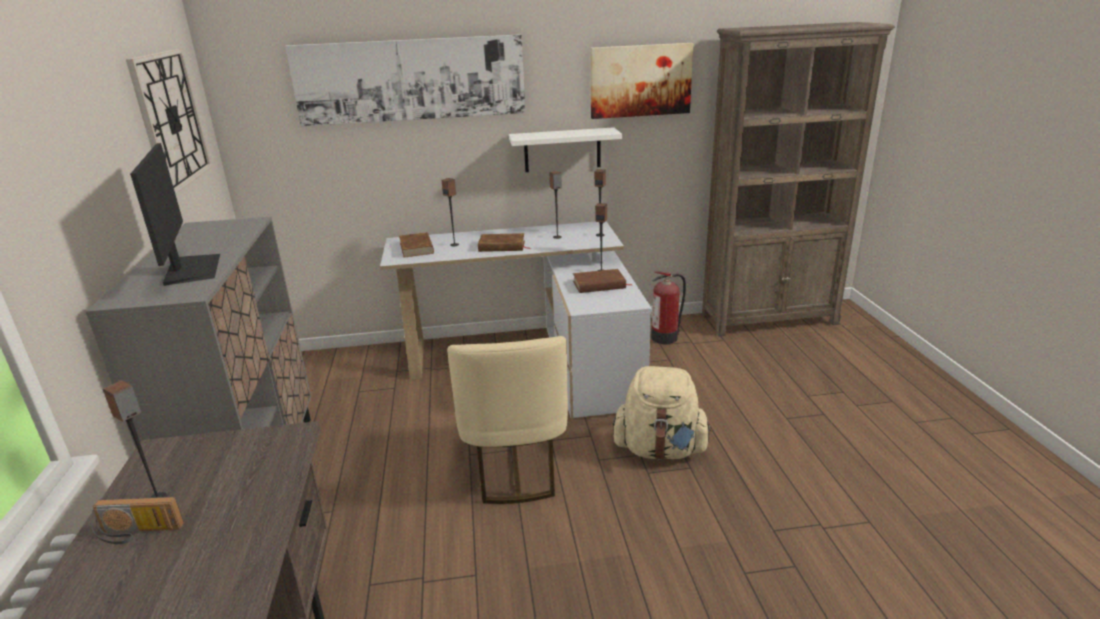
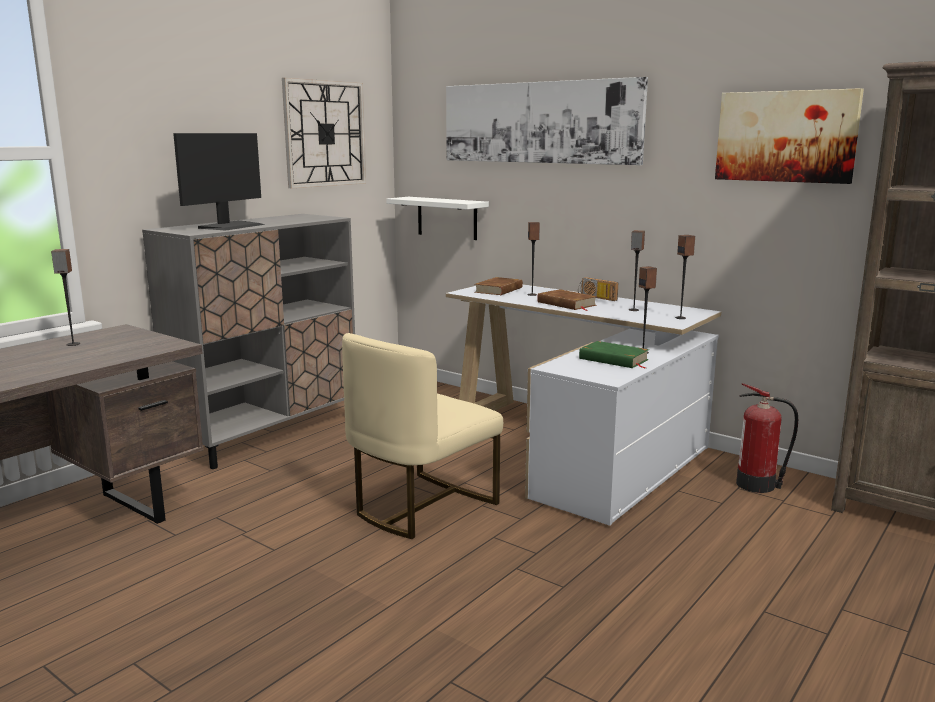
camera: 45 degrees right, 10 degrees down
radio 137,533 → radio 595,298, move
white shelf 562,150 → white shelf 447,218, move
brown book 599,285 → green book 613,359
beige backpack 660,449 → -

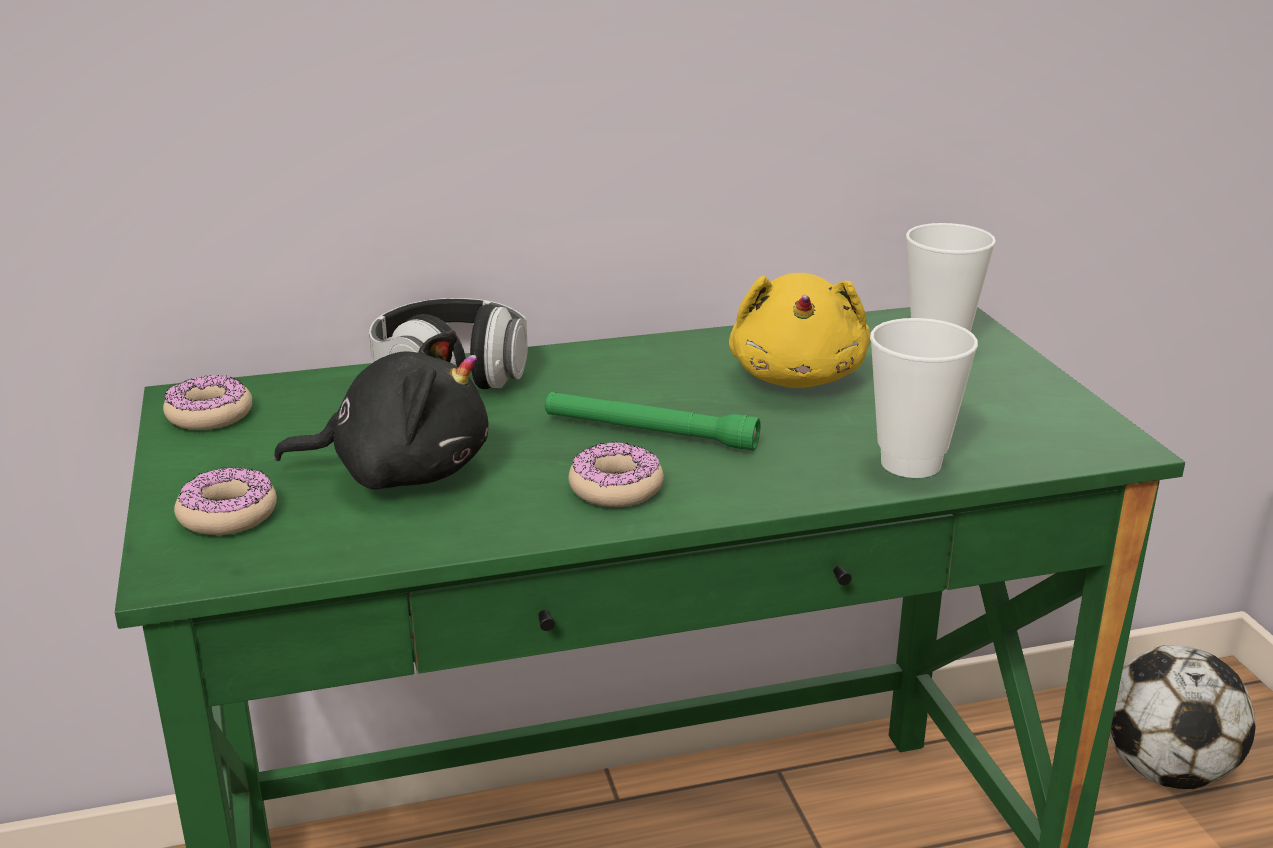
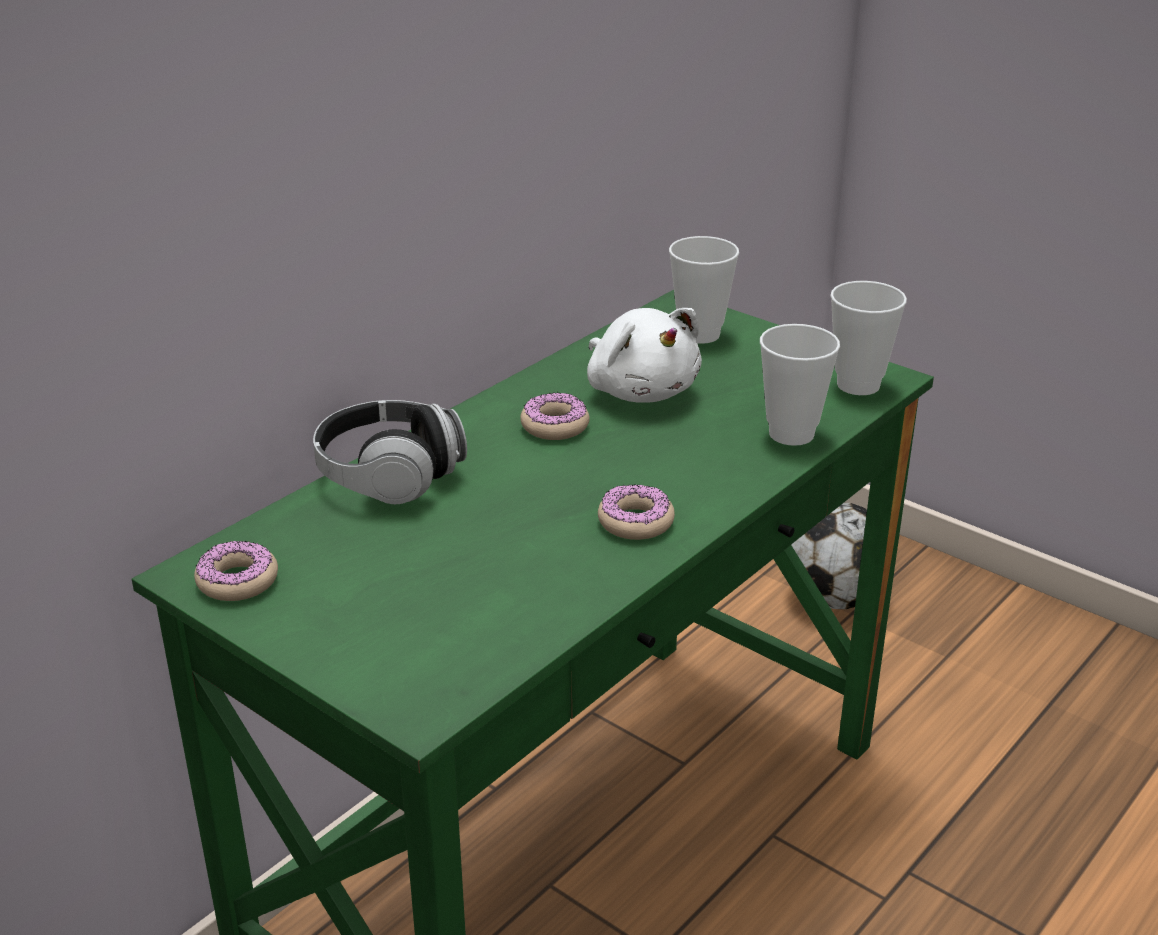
camera: 35 degrees left, 5 degrees up
donut 227,514 → donut 555,426, move
black plush toy 402,472 → -
green flashlight 649,433 → -
yellow plush toy 798,376 → white plush toy 640,390
- → cup 858,385

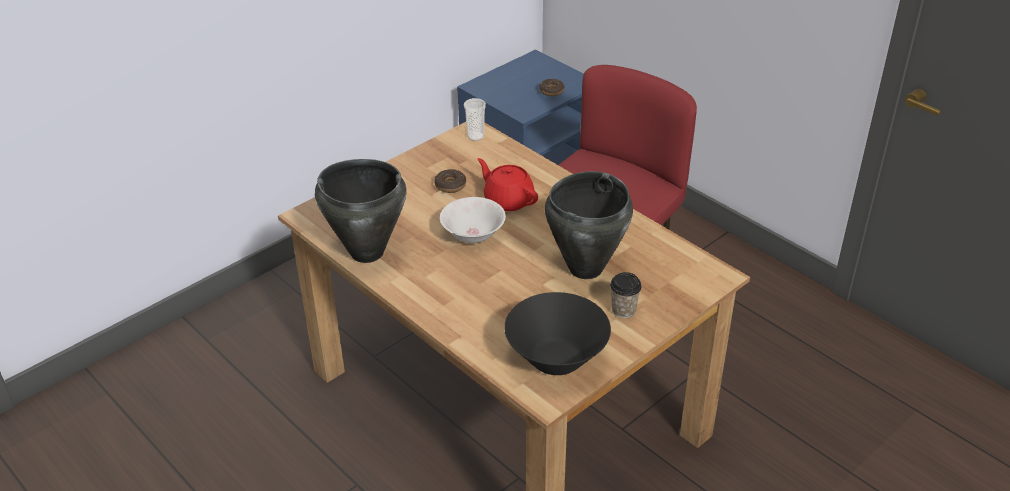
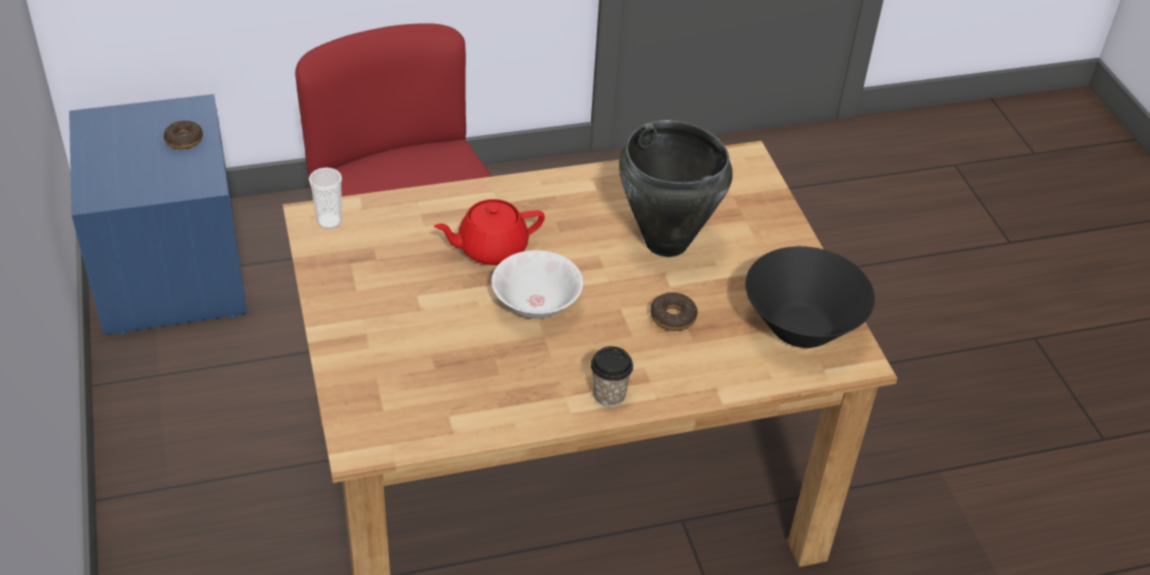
camera: 65 degrees left, 5 degrees up
black cooking pot 366,252 → -
donut 450,185 → donut 673,317, move
cup 623,310 → cup 609,395, move

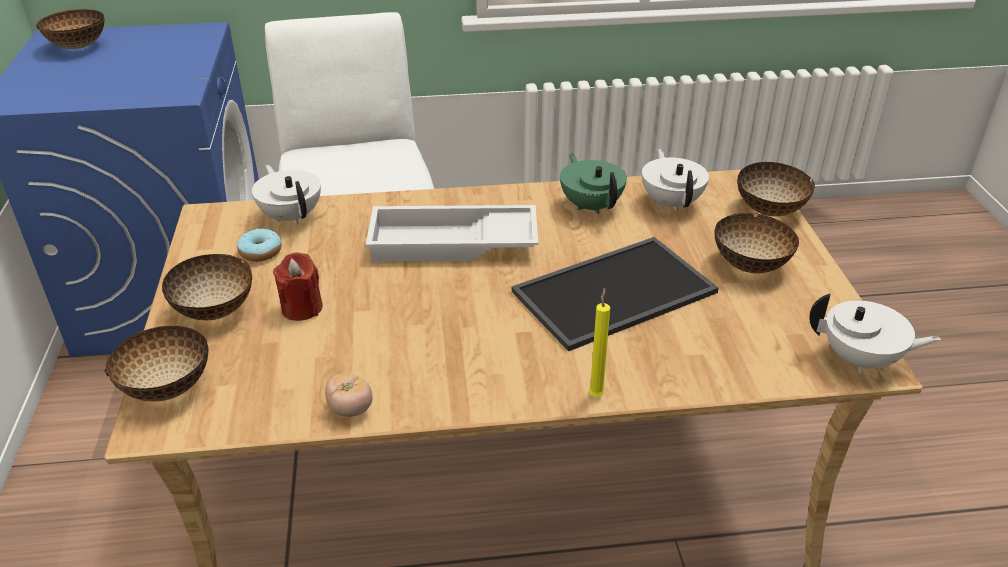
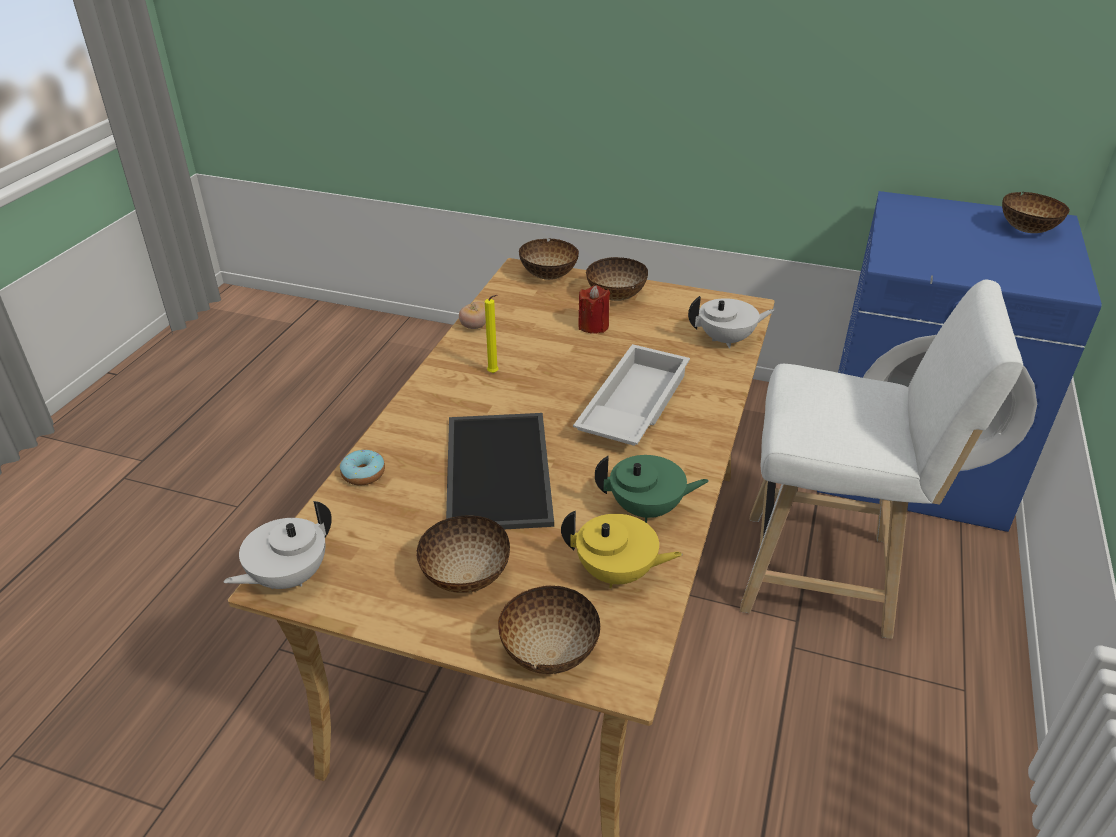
camera: 115 degrees right, 0 degrees up
donut 260,252 → donut 363,474, move
yellow candle 596,394 → yellow candle 494,373, move
white teapot 671,202 → yellow teapot 617,573

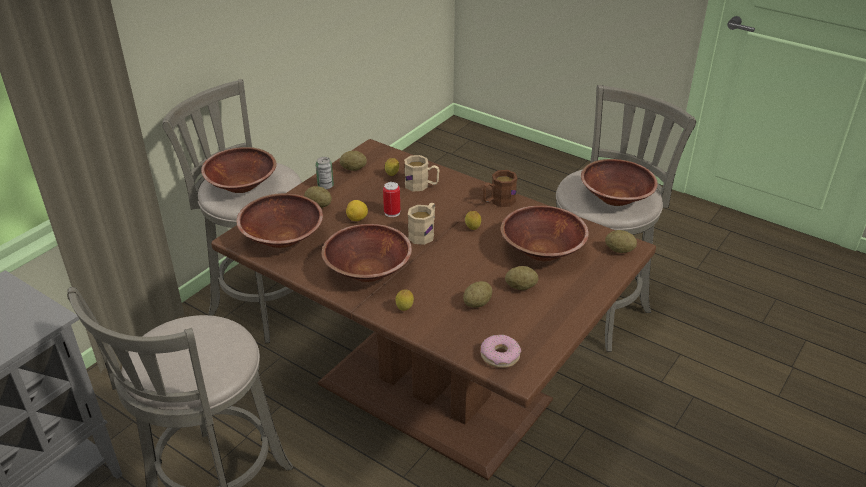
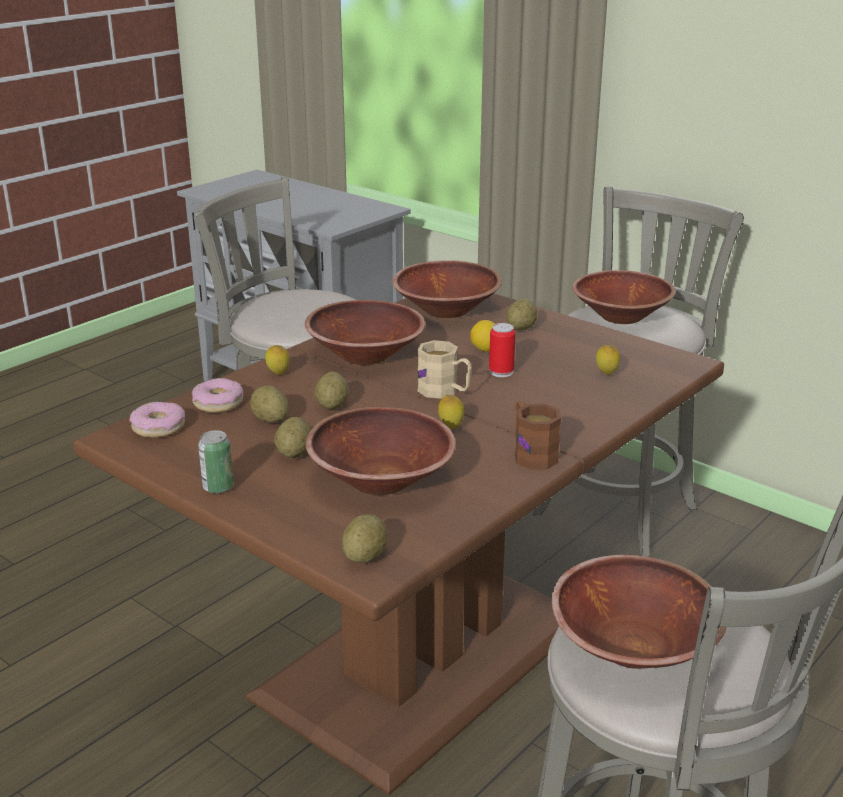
camera: 95 degrees right, 10 degrees down
can 325,186 → can 218,487, move
potato 353,169 → potato 332,405, move
beige mug 421,185 → -
- → donut 218,403

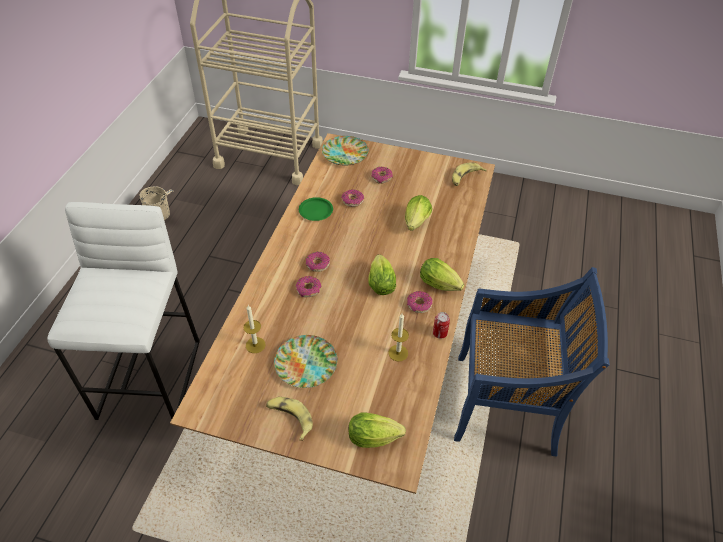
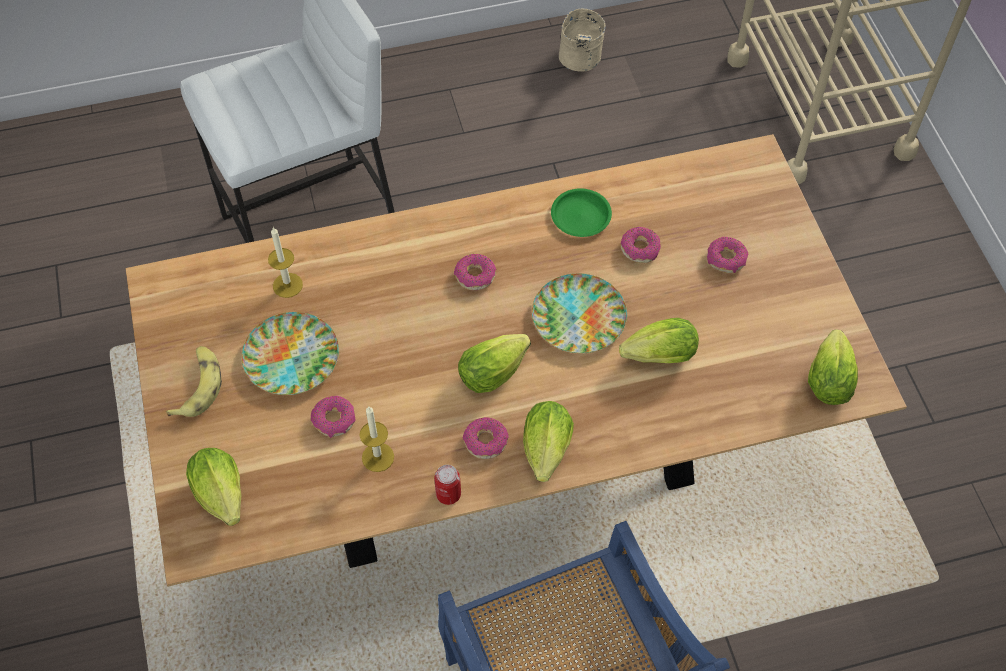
camera: 60 degrees right, 10 degrees up
donut 308,289 → donut 334,420, move
plate 345,154 → plate 578,318, move
banana 465,178 → lettuce 828,377

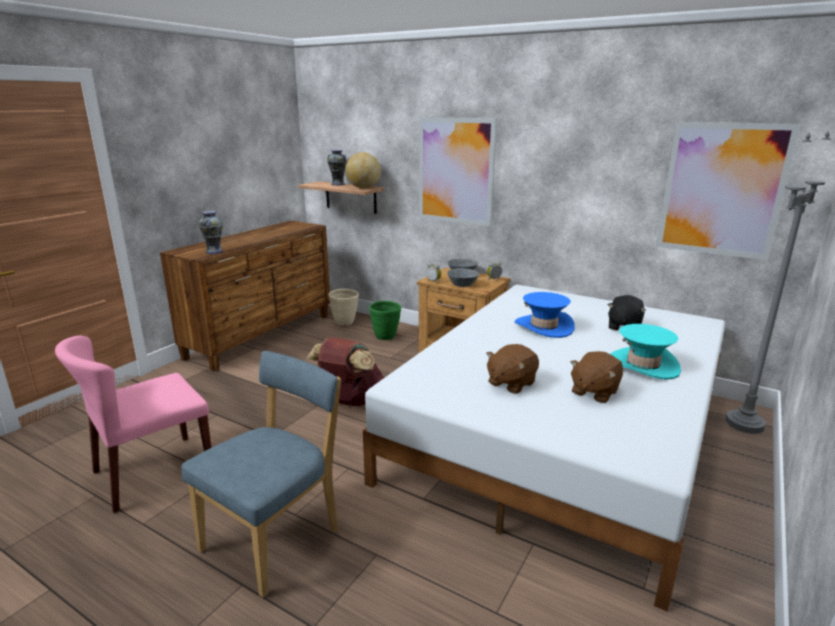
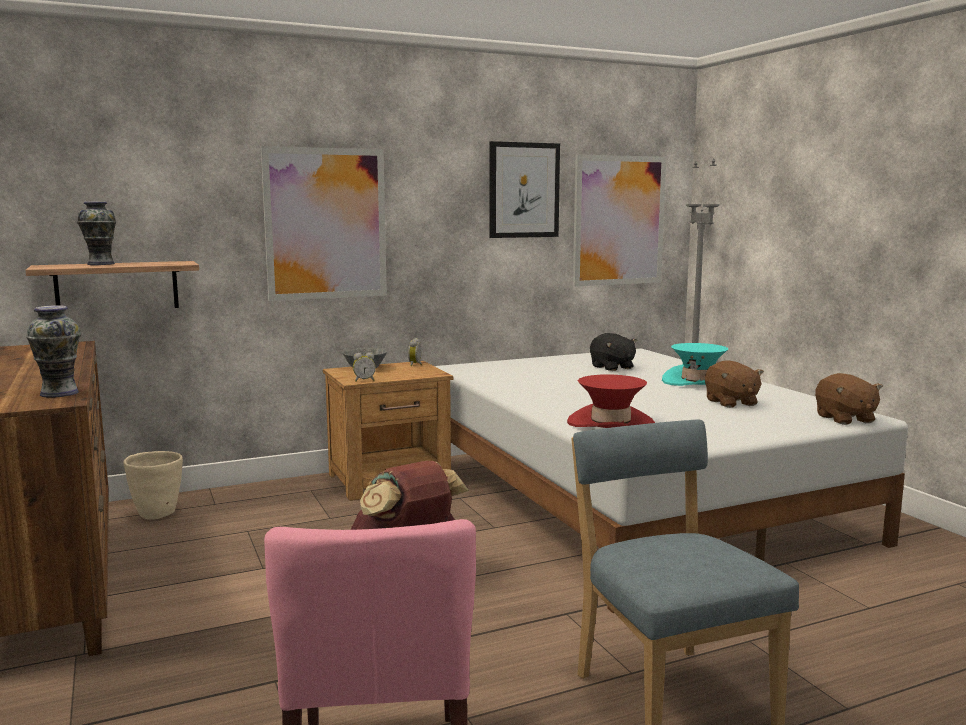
camera: 55 degrees left, 10 degrees down
globe 363,188 → -
green planter 386,337 → -
grey bowl 462,285 → -
brown plush toy 510,383 → brown plush toy 844,419, move
blue hat 543,326 → -
- → picture 523,190
- → red hat 611,423

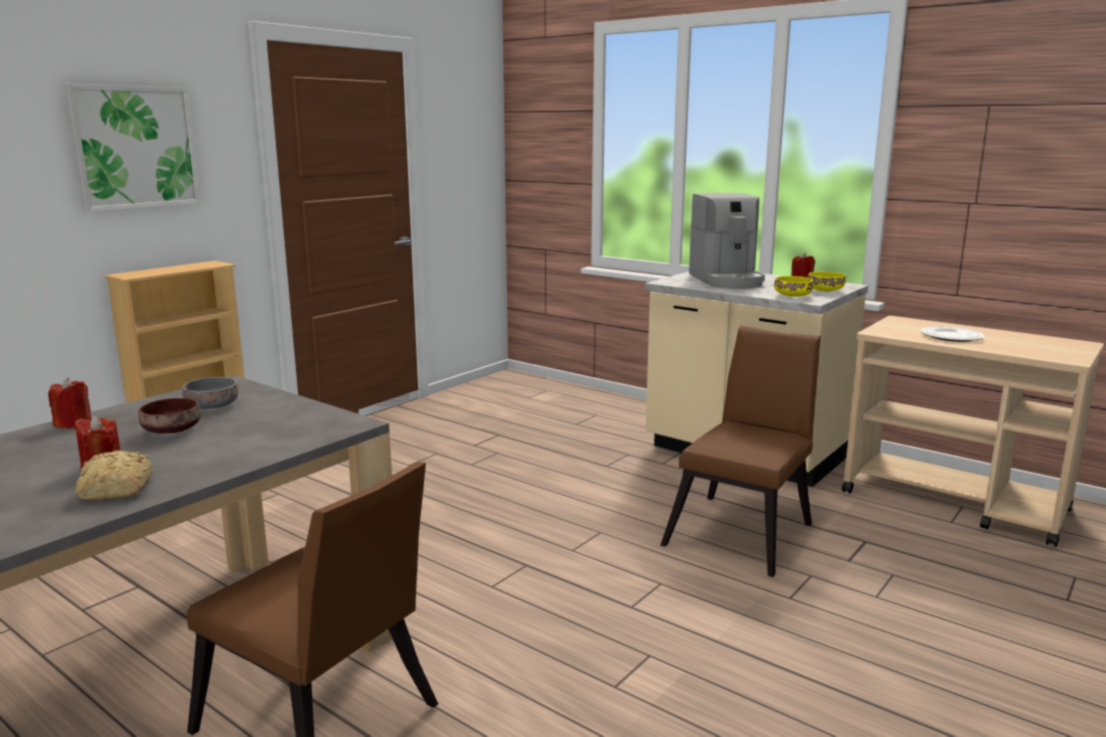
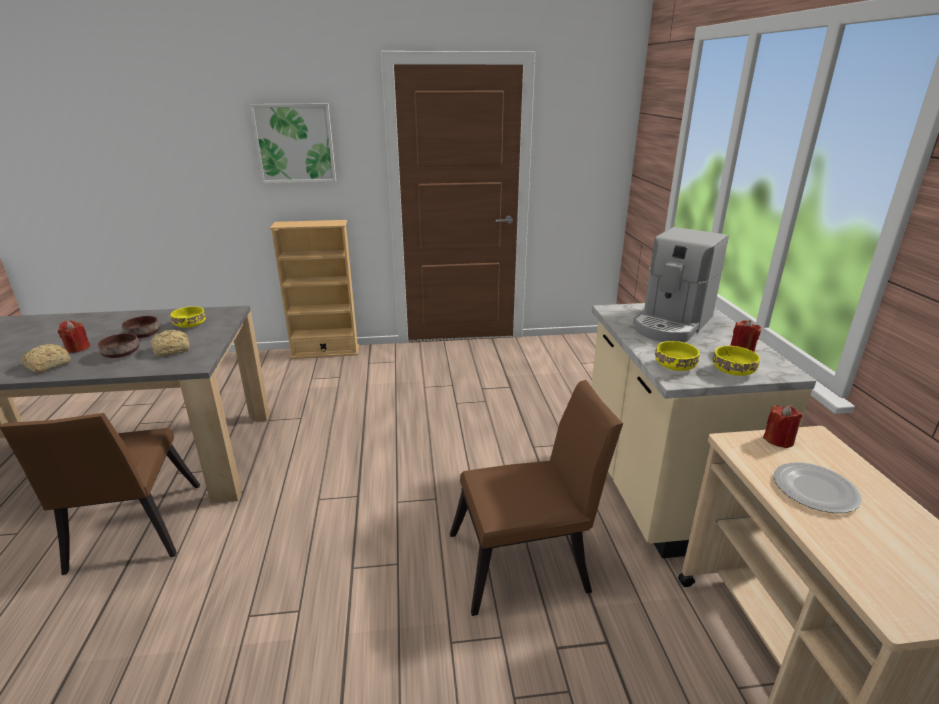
camera: 45 degrees right, 10 degrees up
red candle 73,423 → red candle 778,440, move
grey bowl 214,406 → yellow bowl 191,325
- → brown bowl 121,354
- → bread 173,350

